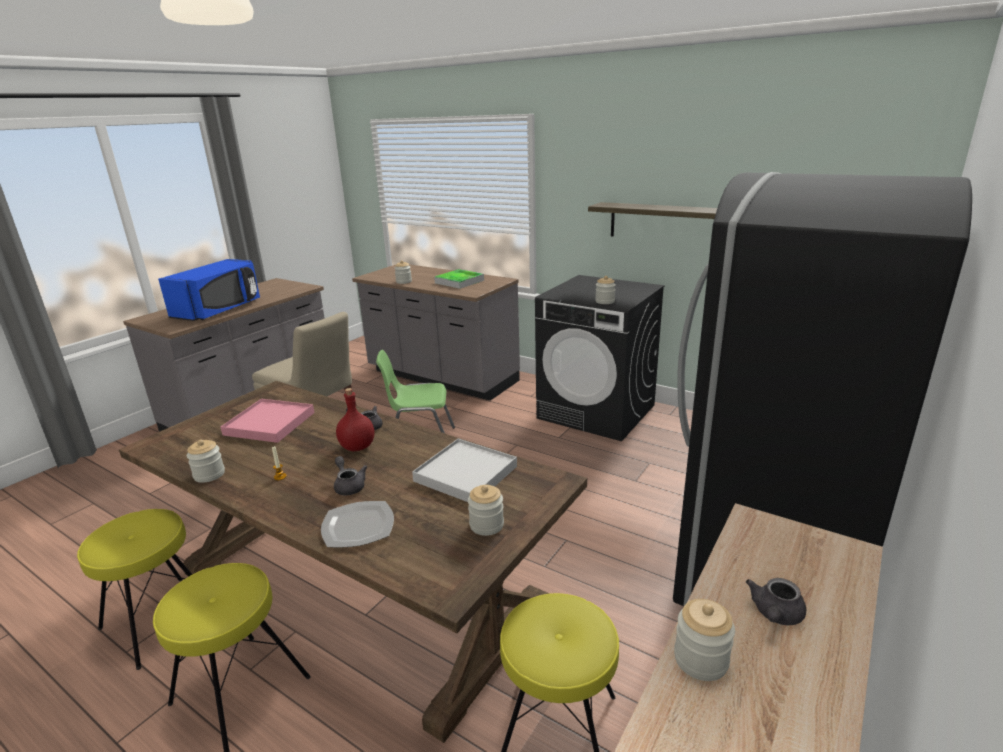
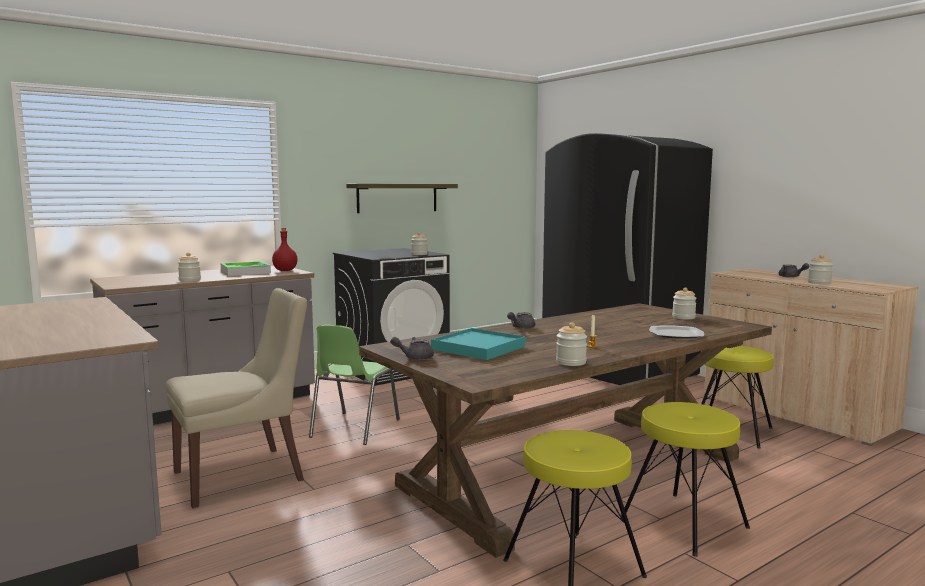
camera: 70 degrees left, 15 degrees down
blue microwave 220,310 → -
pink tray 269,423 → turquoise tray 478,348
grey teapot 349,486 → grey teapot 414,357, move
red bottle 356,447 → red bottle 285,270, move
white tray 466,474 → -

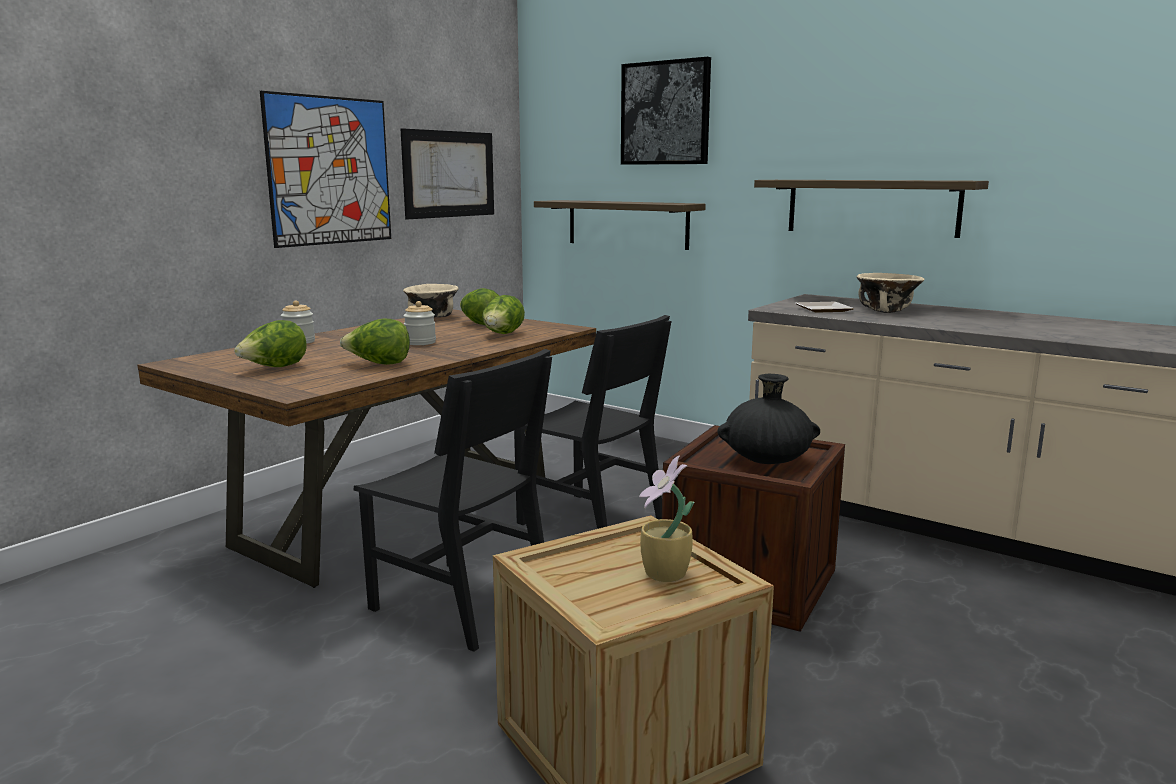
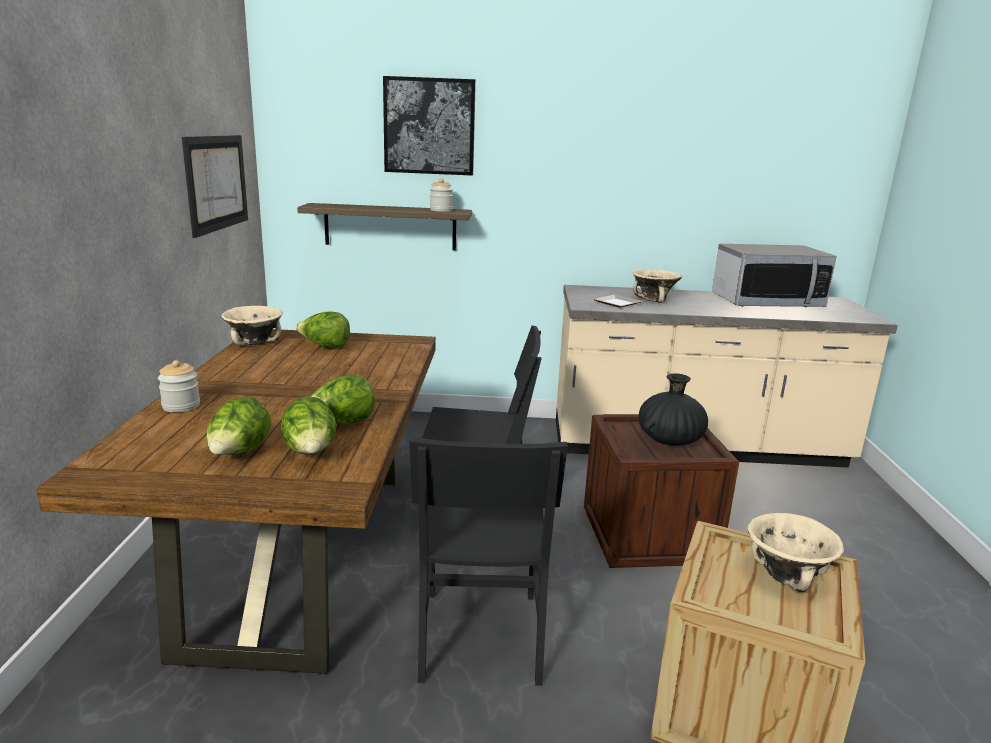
camera: 35 degrees left, 5 degrees up
picture 330,171 → -
black chair 461,603 → black chair 480,634, 90 degrees clockwise
jar 420,342 → jar 441,210, move
lettuce 502,335 → lettuce 311,453, move
potted plant 665,575 → beige bowl 787,575
shelf 871,207 → -
- → microwave 766,302

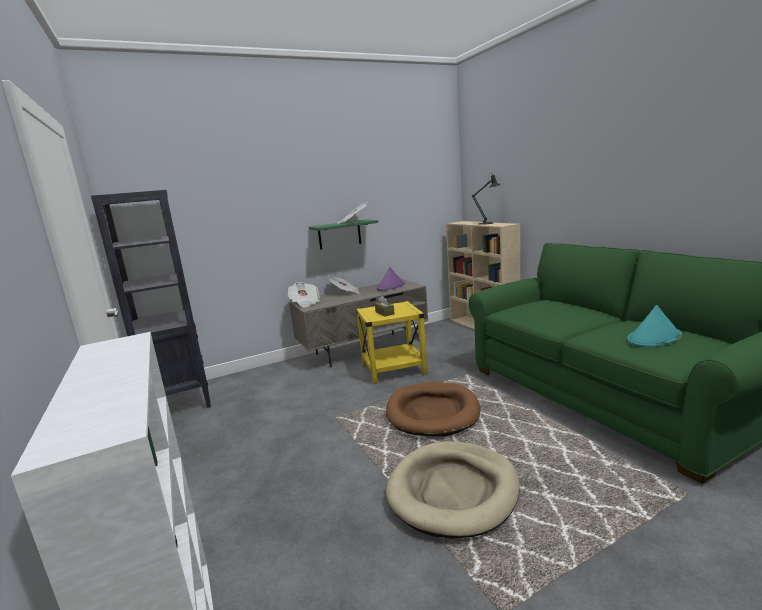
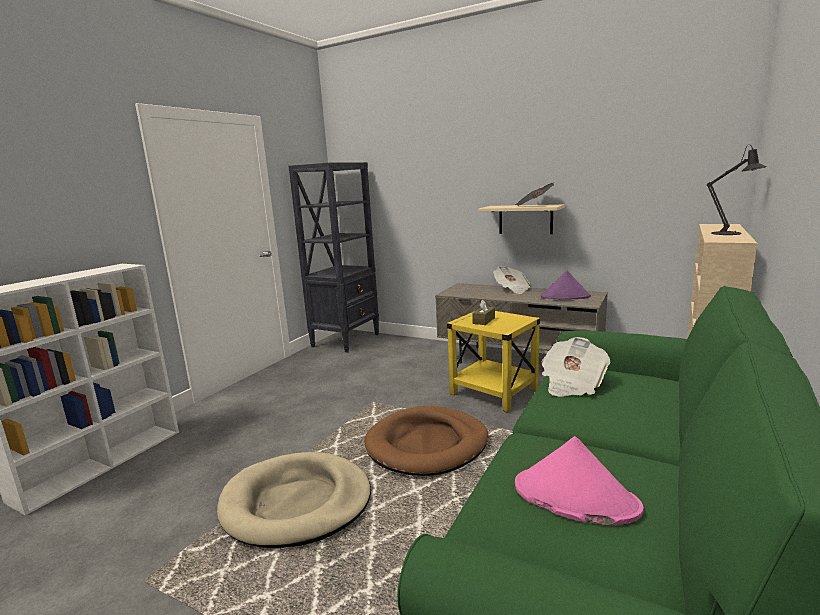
camera: 55 degrees right, 0 degrees up
newspaper 305,303 → newspaper 572,384, move
green shelf 339,234 → beige shelf 525,219
turquoise hat 654,338 → pink hat 574,497

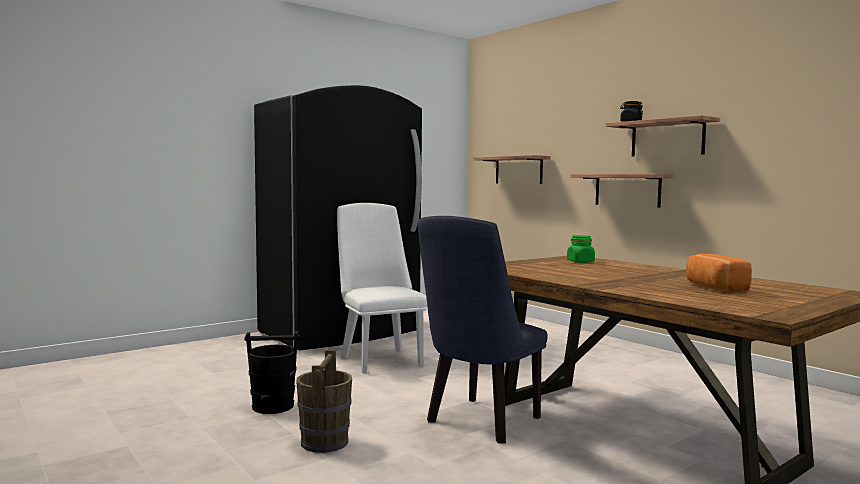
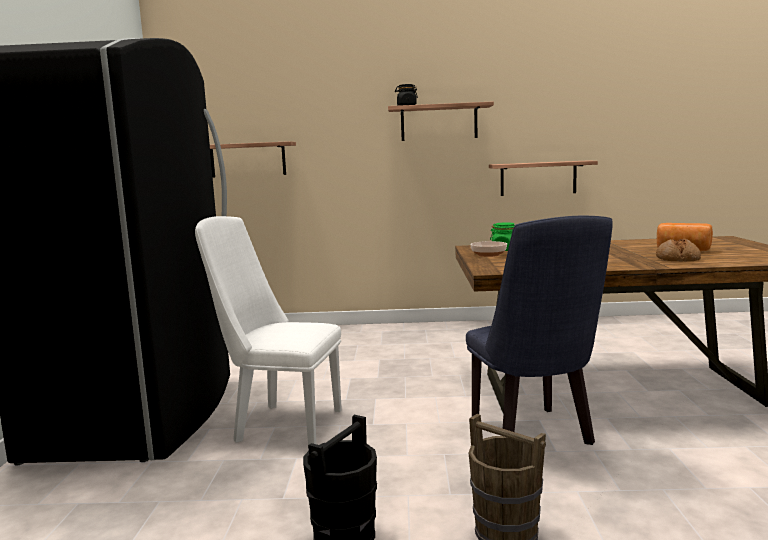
camera: 50 degrees left, 5 degrees up
shelf 627,190 → shelf 538,178, move
- → bowl 488,255
- → bread 677,259

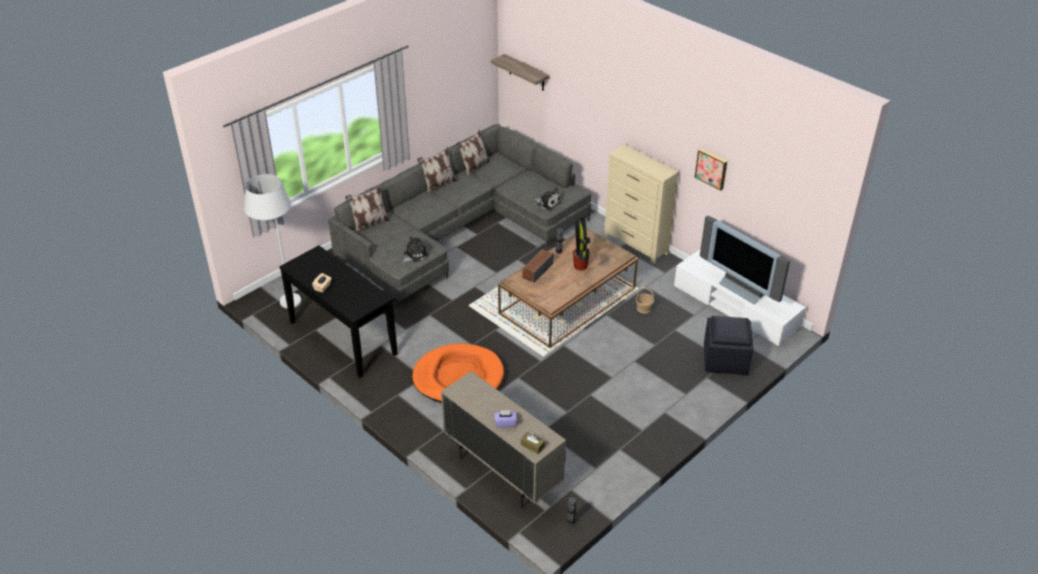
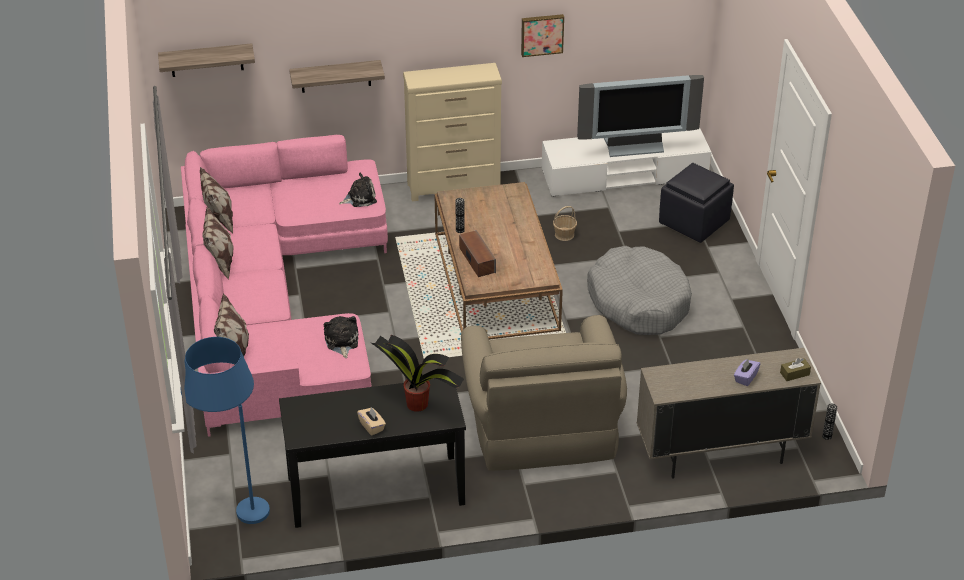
camera: 55 degrees left, 0 degrees up
white floor lamp 283,296 → blue floor lamp 234,513
grey sofa 460,230 → pink sofa 275,304
orange dog bed 458,377 → beige armchair 541,422
potted plant 580,266 → potted plant 418,404, move
- → shelf 335,76
- → grey dog bed 639,302

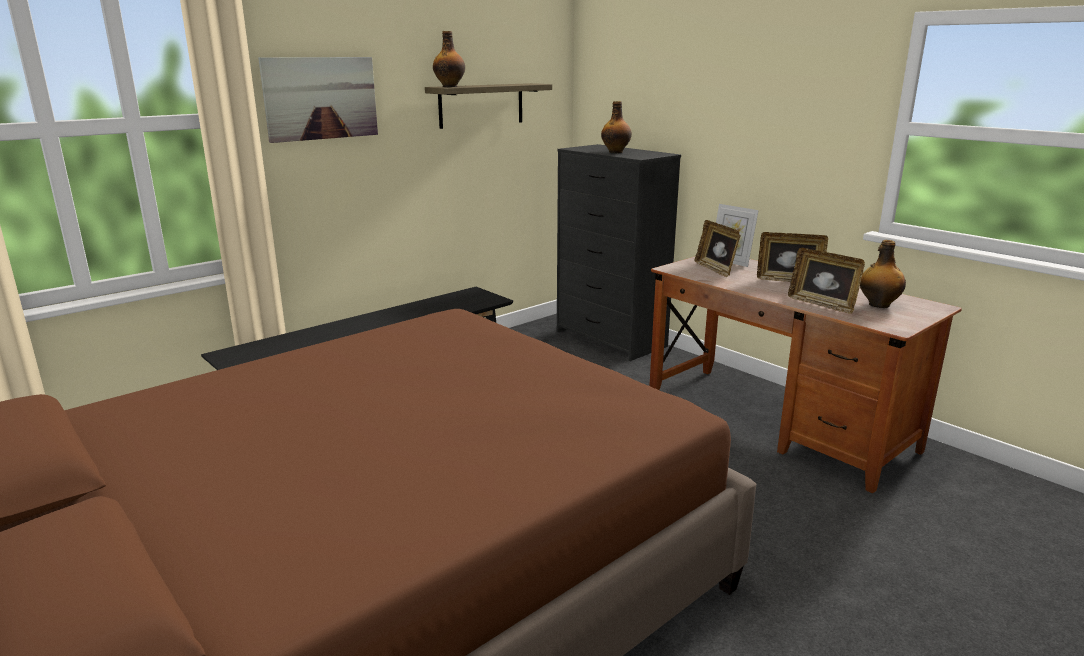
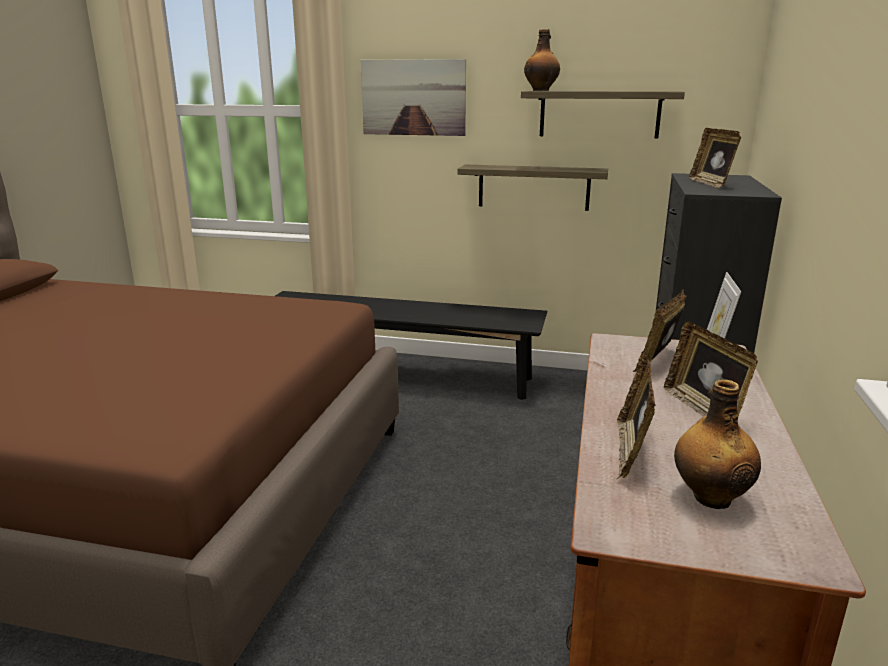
camera: 55 degrees right, 0 degrees up
bottle 616,152 → picture frame 711,184
- → shelf 533,187

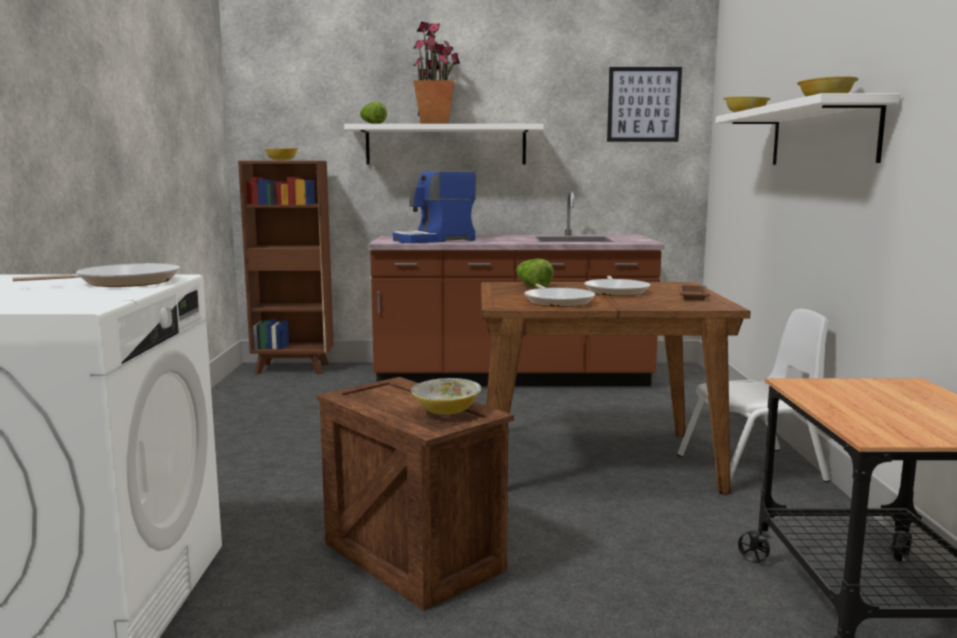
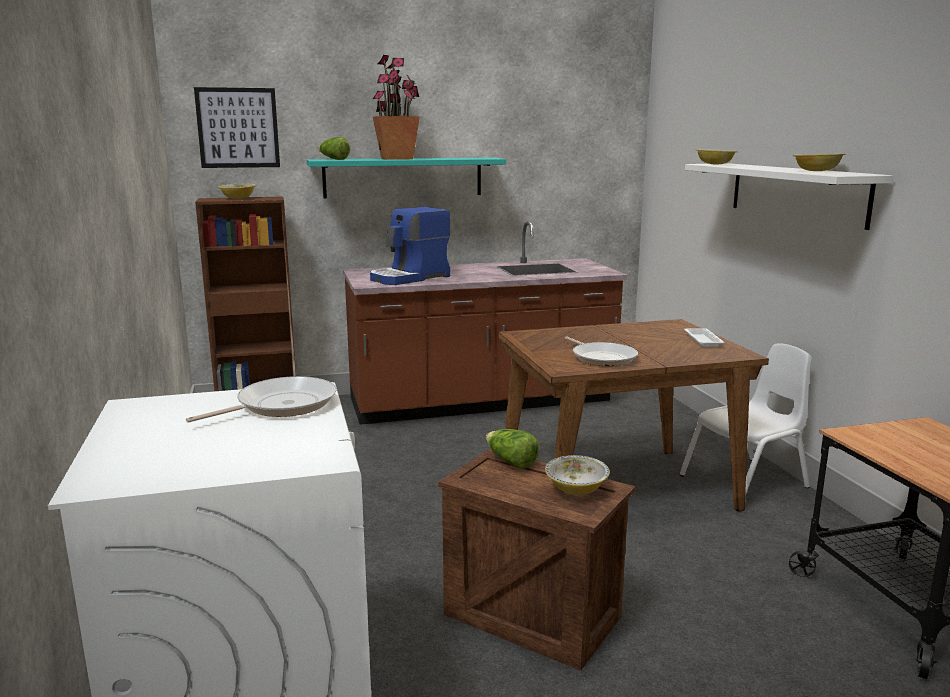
camera: 15 degrees left, 5 degrees up
white shelf 446,145 → turquoise shelf 403,177
lettuce 532,286 → lettuce 510,462, move
frying pan 616,291 → -
picture 643,104 → picture 238,128, move
brown tray 693,295 → white tray 702,340

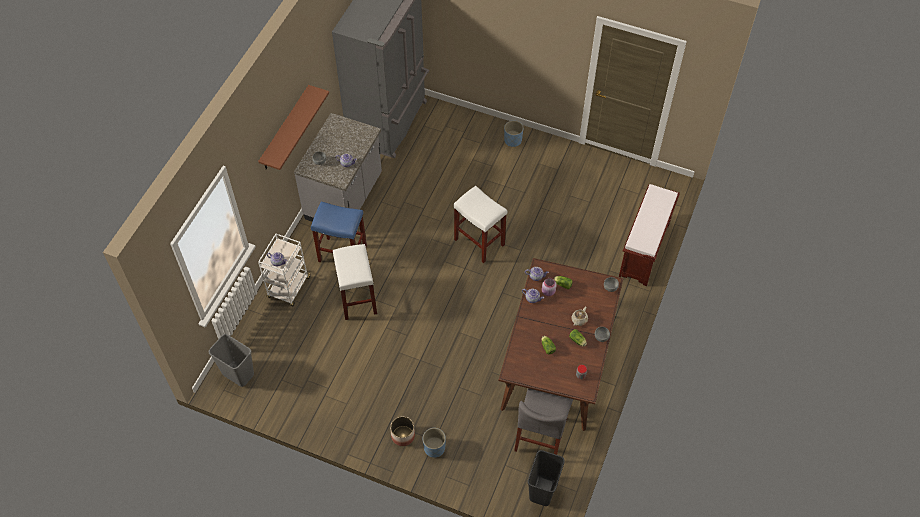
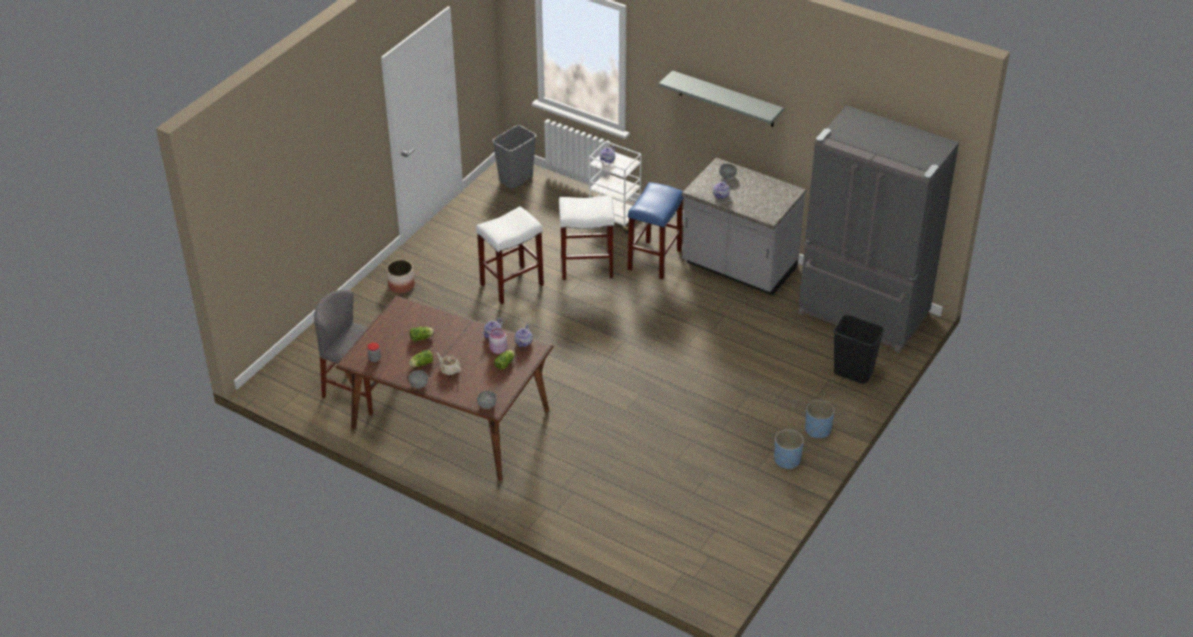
camera: 100 degrees right, 15 degrees down
brown shelf 285,129 → grey shelf 726,99
blue planter 434,448 → blue planter 787,460, move
white stool 480,242 → white stool 511,285, move
black trash can 543,491 → black trash can 852,373, move
brown bench 644,251 → -

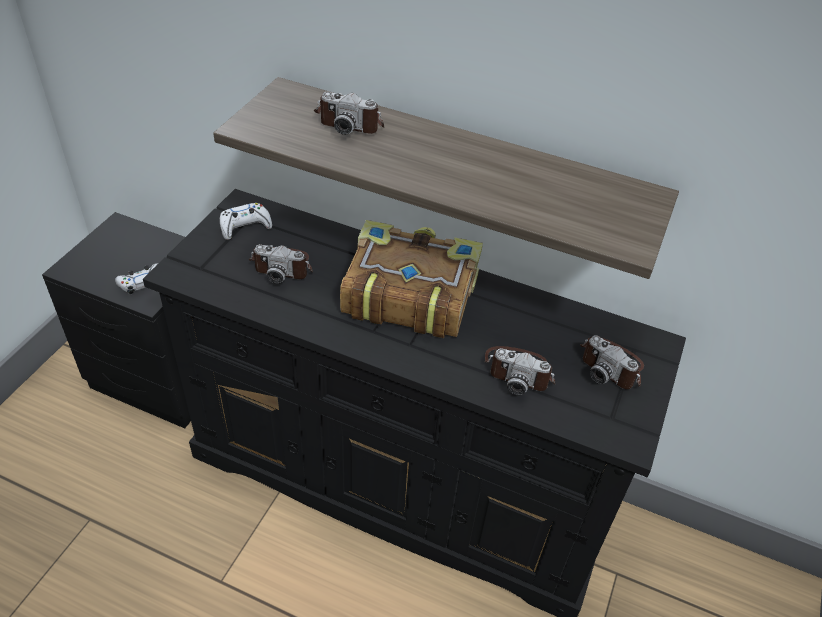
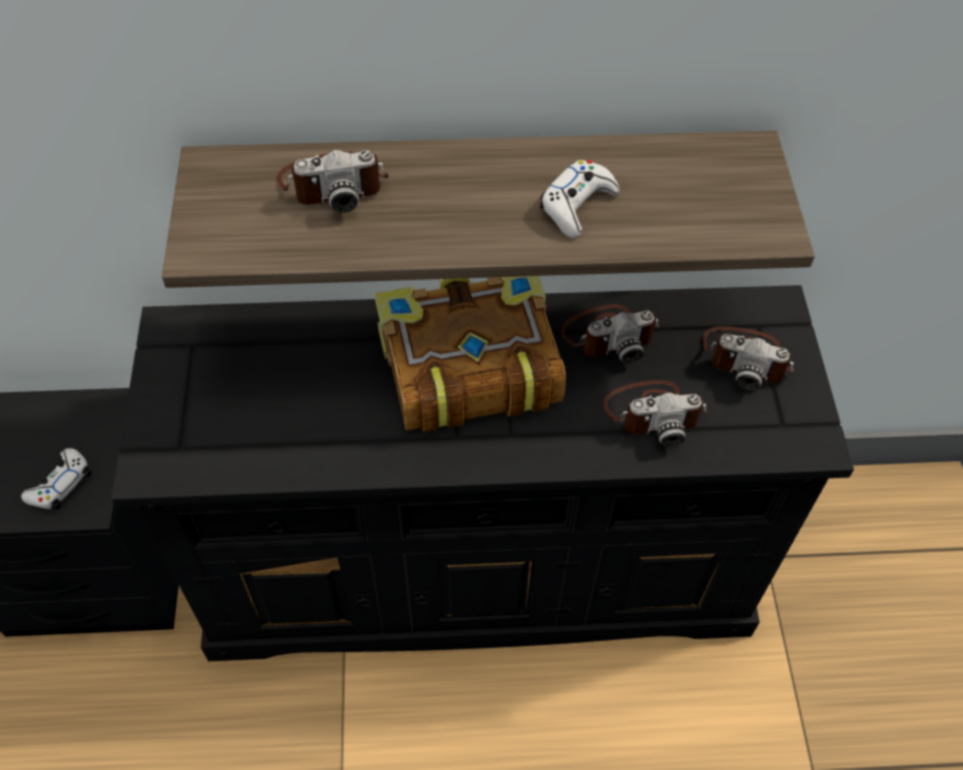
camera: 25 degrees left, 10 degrees up
white game controller 245,226 → white game controller 577,205, move
photo camera 282,266 → photo camera 609,335, move

